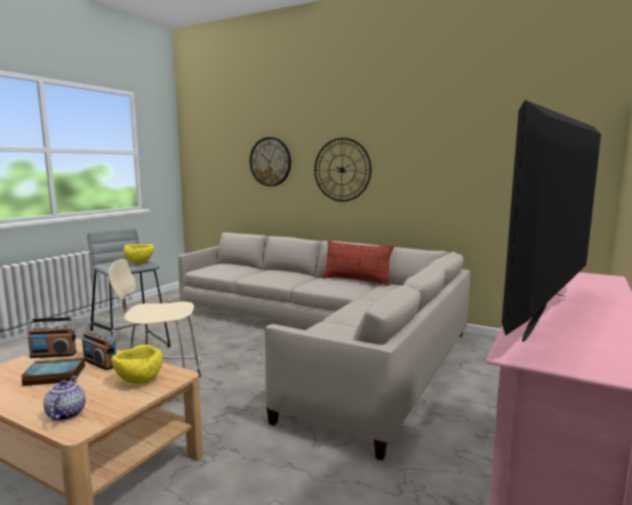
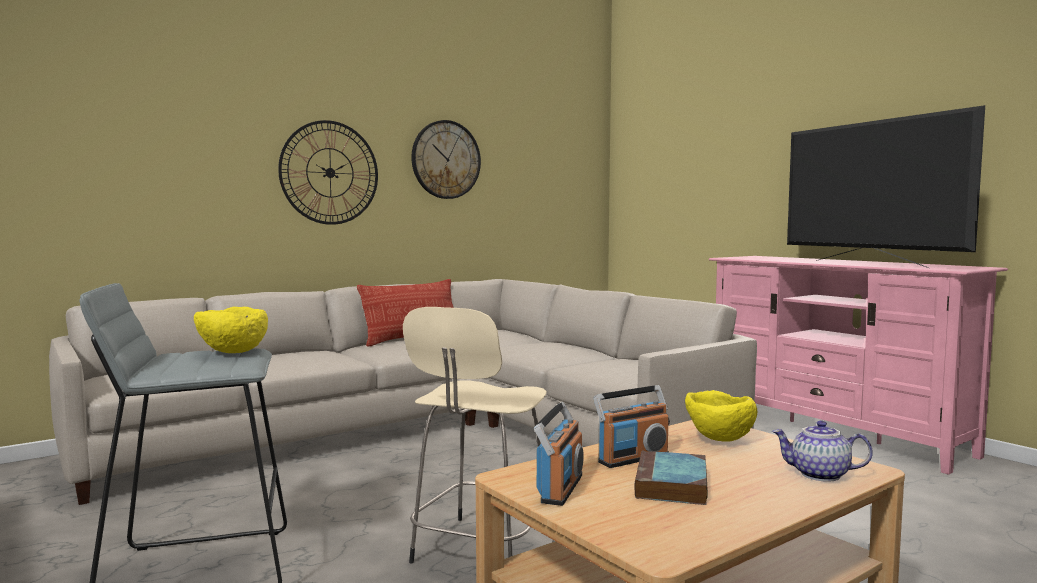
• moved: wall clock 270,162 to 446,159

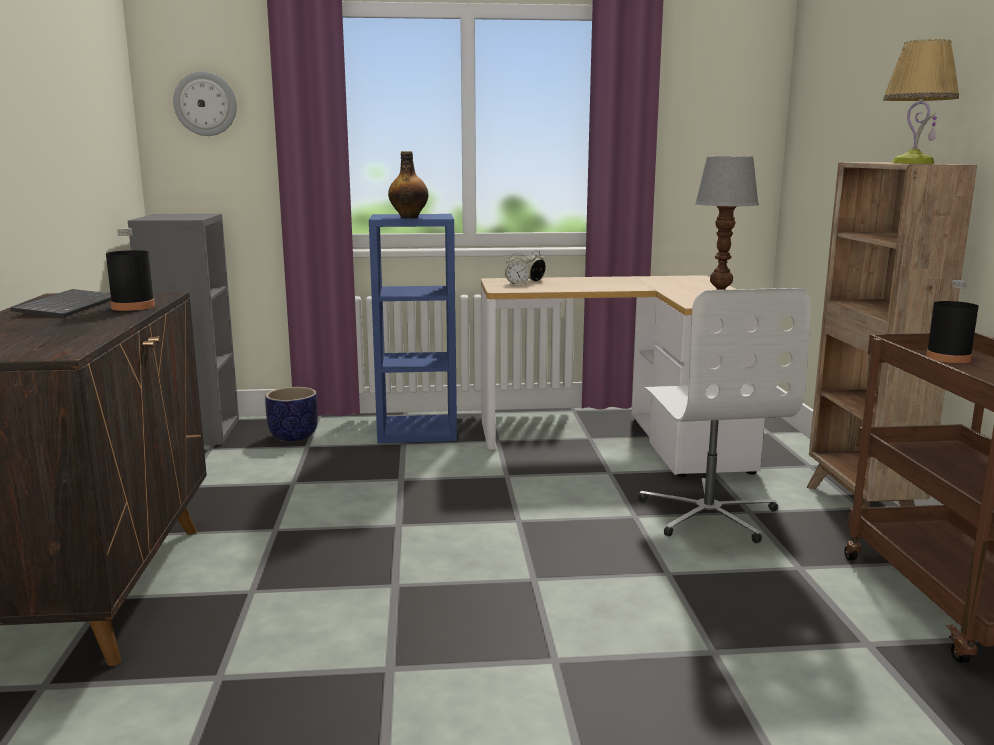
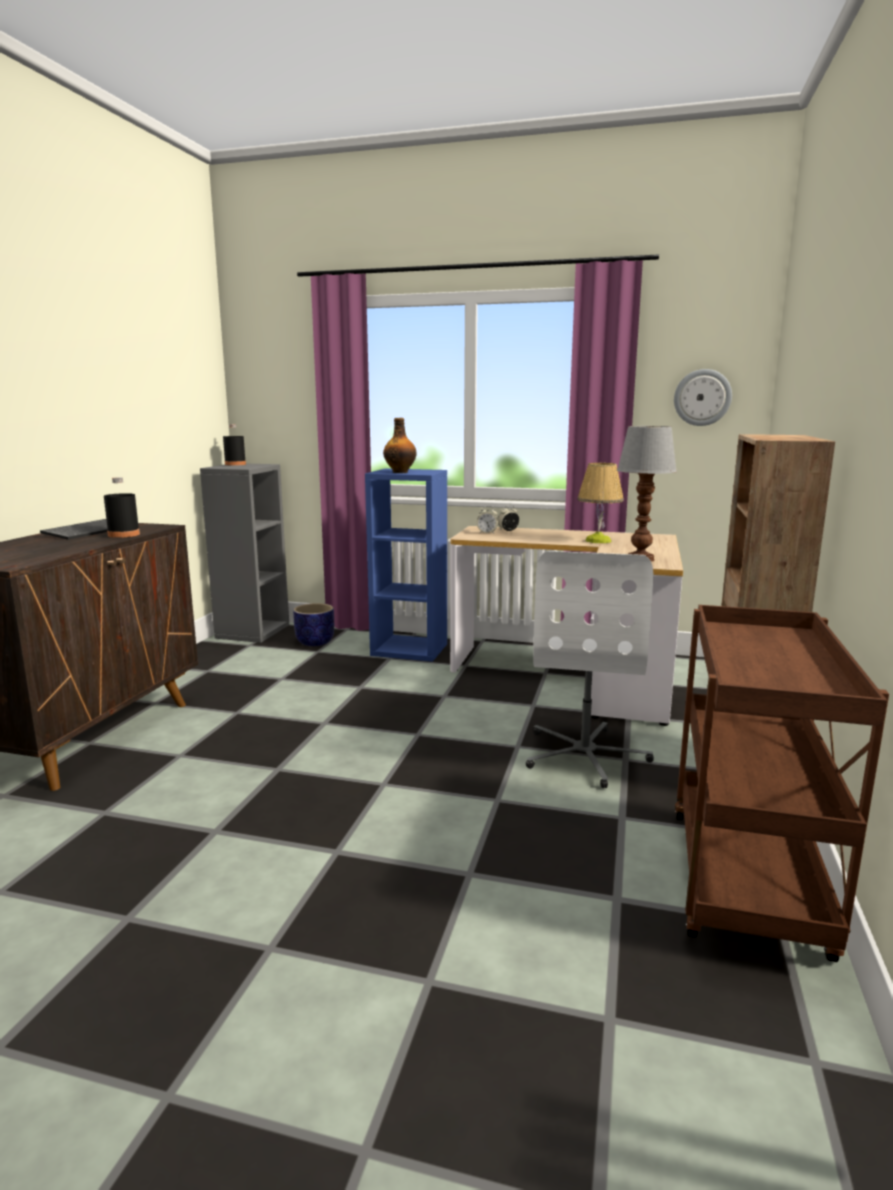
• moved: wall clock 205,104 to 702,397
• moved: table lamp 912,163 to 598,540
• moved: black bottle 948,358 to 235,464

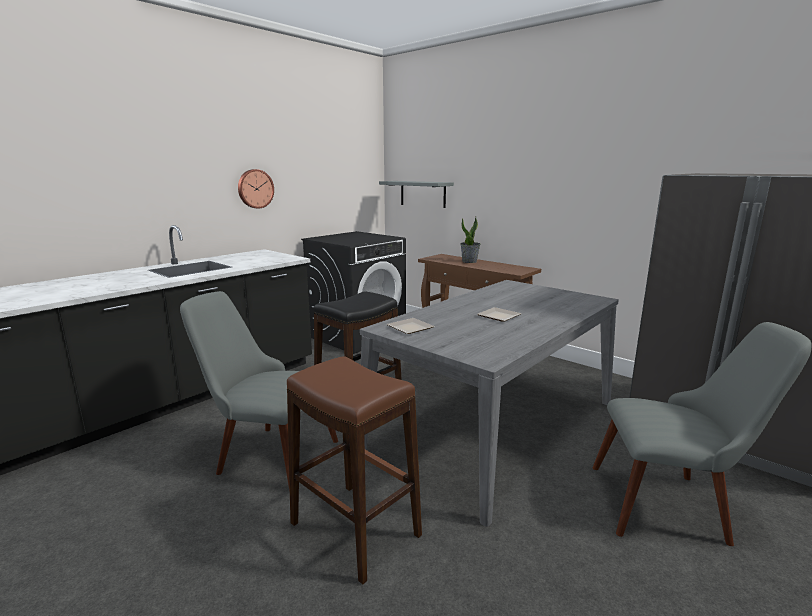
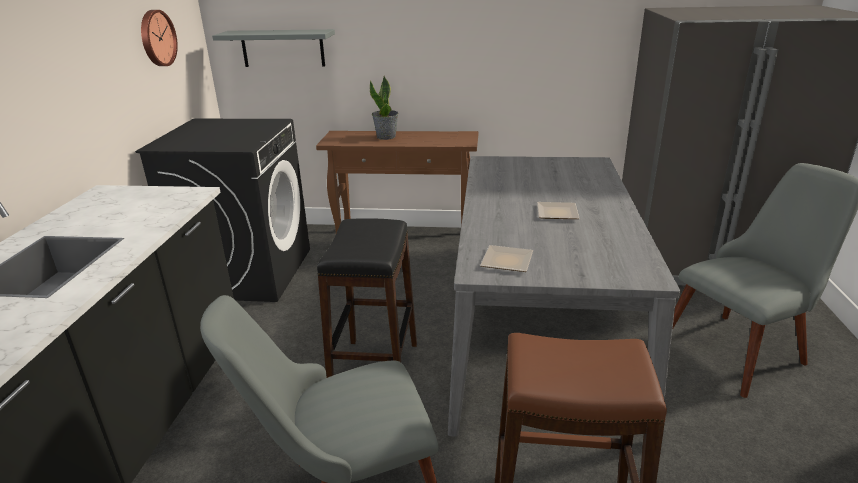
• moved: wall clock 255,188 to 156,38

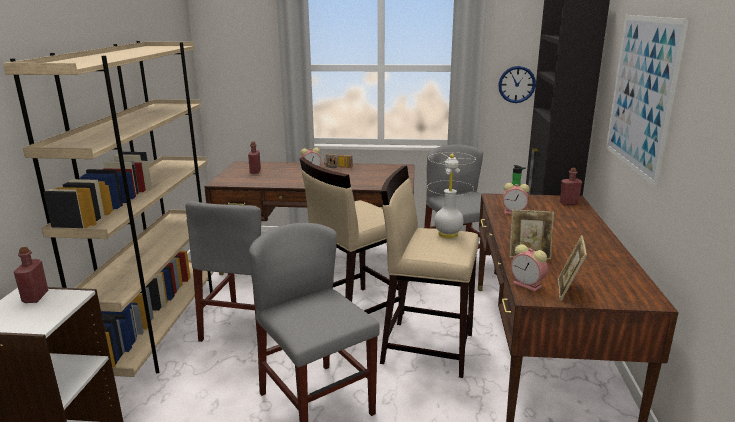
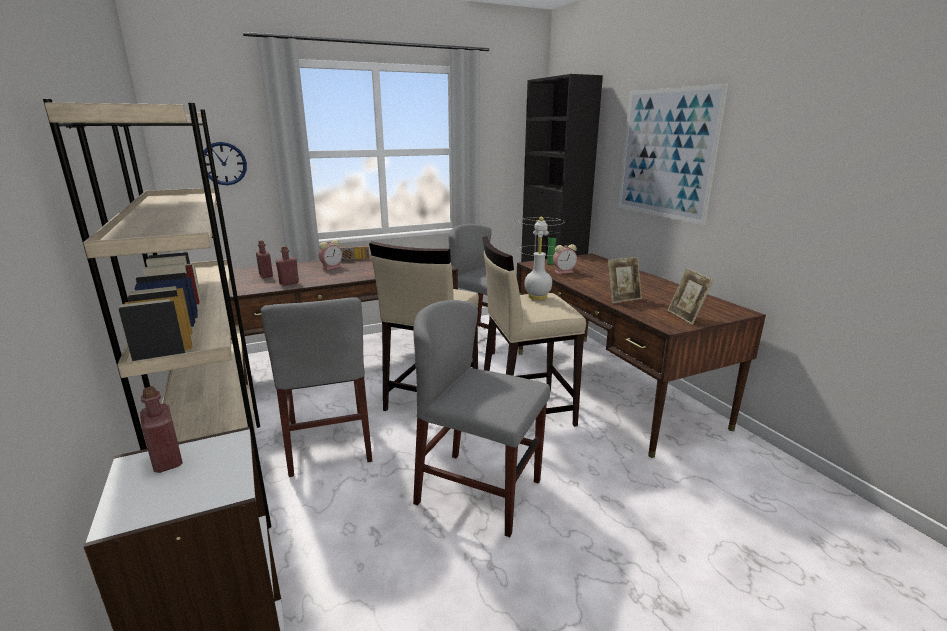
• moved: wall clock 516,84 to 224,163
• removed: alarm clock 528,285
• moved: red bottle 569,203 to 289,283

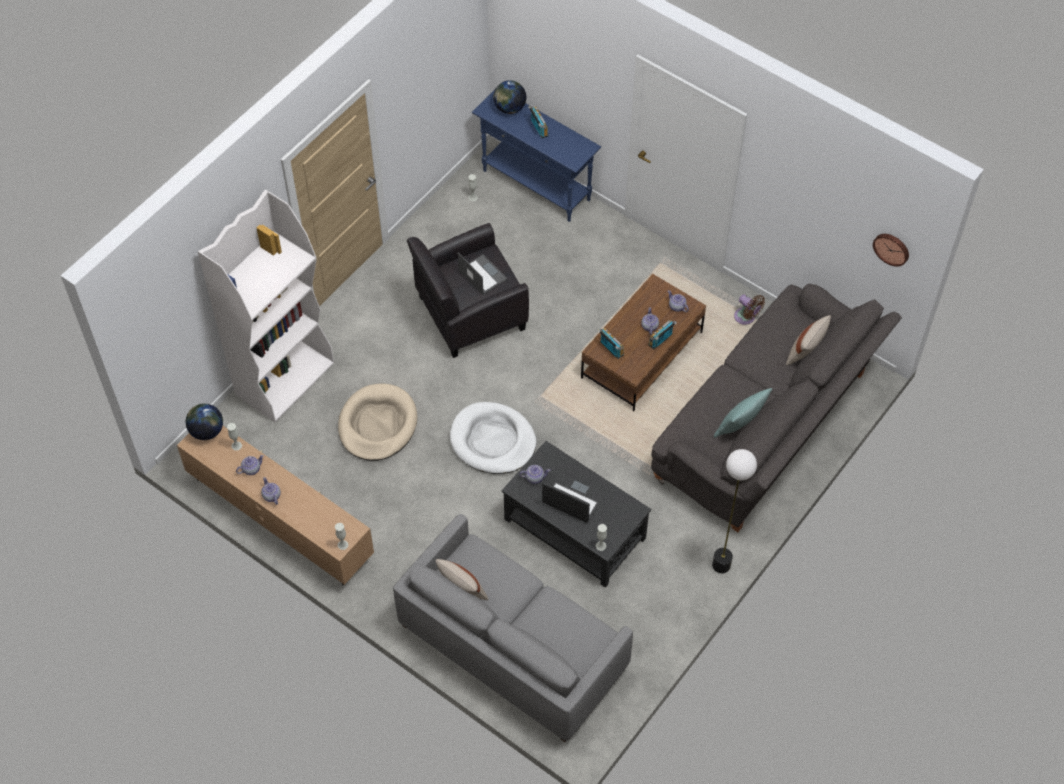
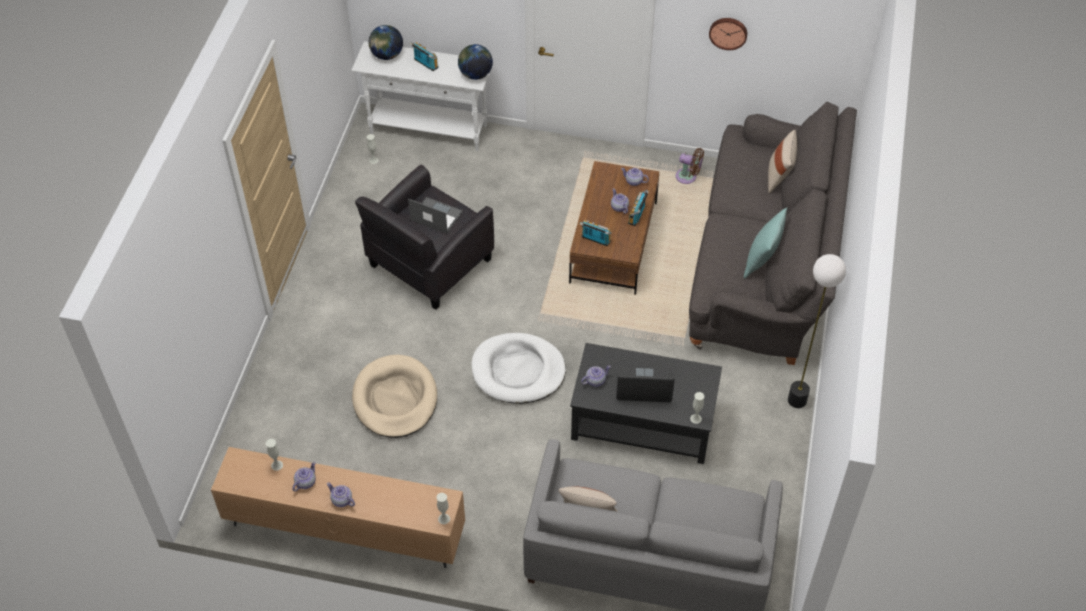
• moved: globe 207,431 to 475,74
• removed: white bookcase 285,378
• recoloured: blue console table 536,185 to white console table 429,130
• moved: wall clock 892,248 to 728,32

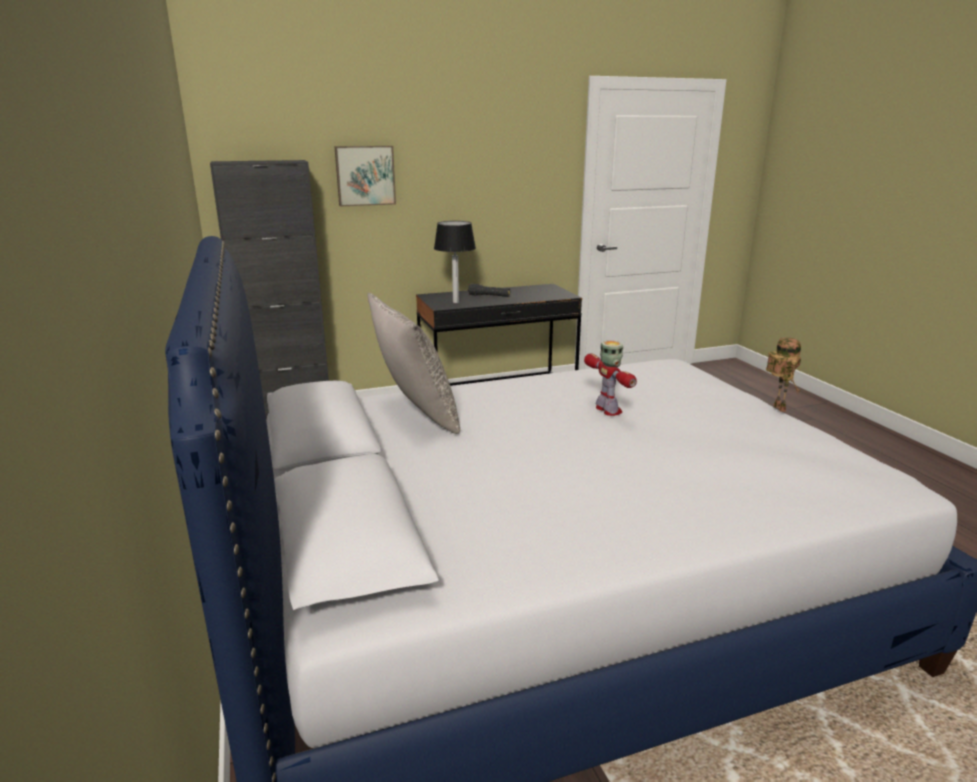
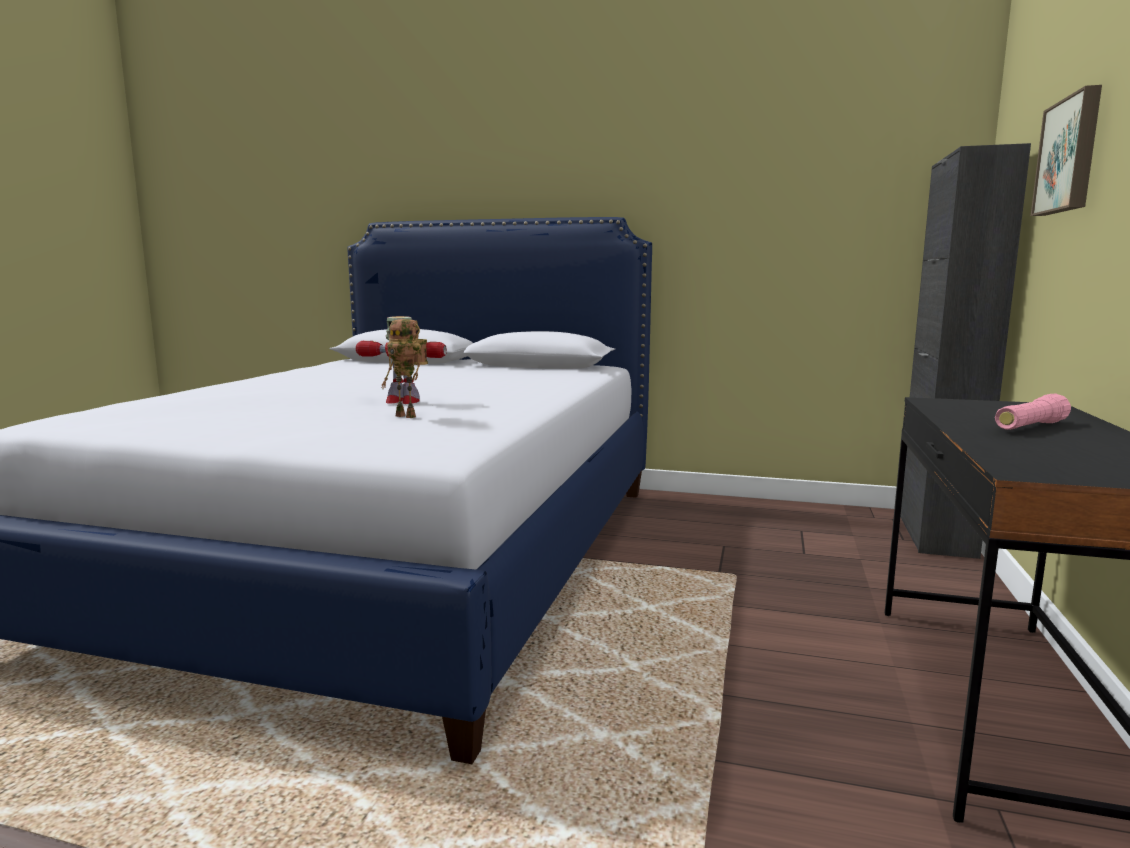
• removed: grey pillow 415,413
• removed: table lamp 456,302
• recoloured: black flashlight 489,296 to pink flashlight 1030,427
• moved: toy robot 777,408 to 408,416

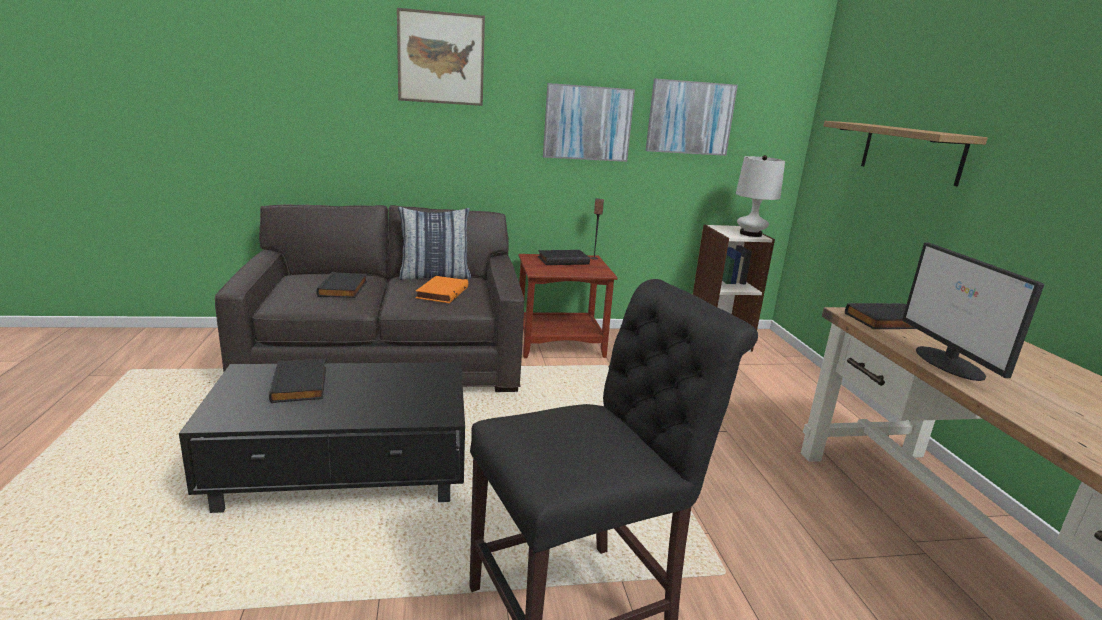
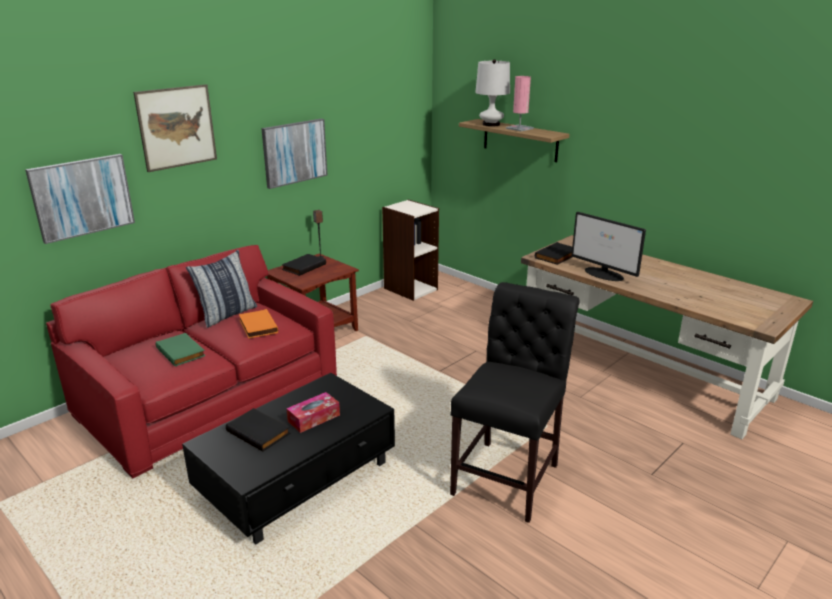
• recoloured: grey sofa 387,359 to red sofa 208,397
• recoloured: black book 344,289 to green book 182,352
• moved: picture 690,117 to 82,197
• moved: white table lamp 750,234 to 491,124
• added: tissue box 314,418
• added: pink table lamp 519,128

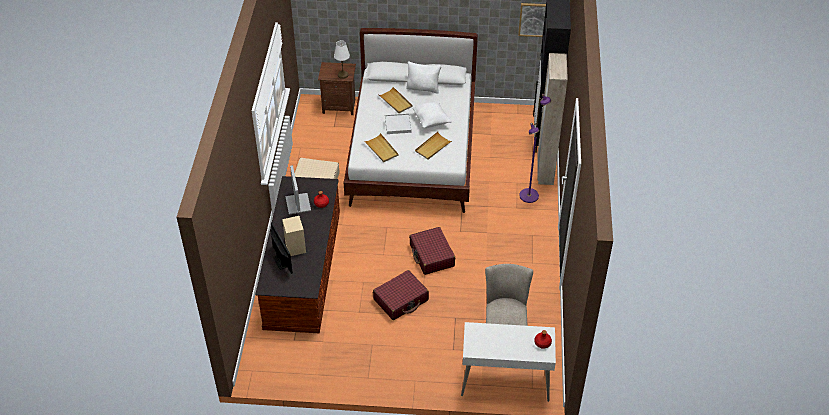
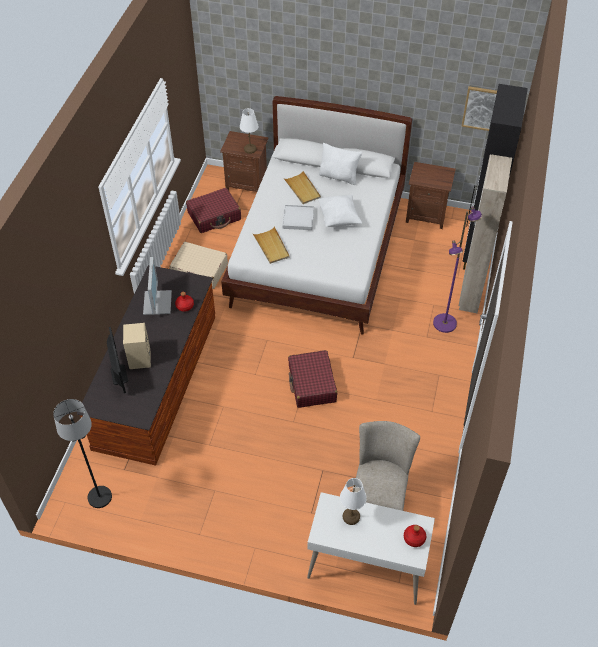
• moved: red suitcase 401,300 to 214,216
• removed: beige tray 433,147
• added: black floor lamp 99,497
• added: white table lamp 351,516
• added: brown nightstand 426,215

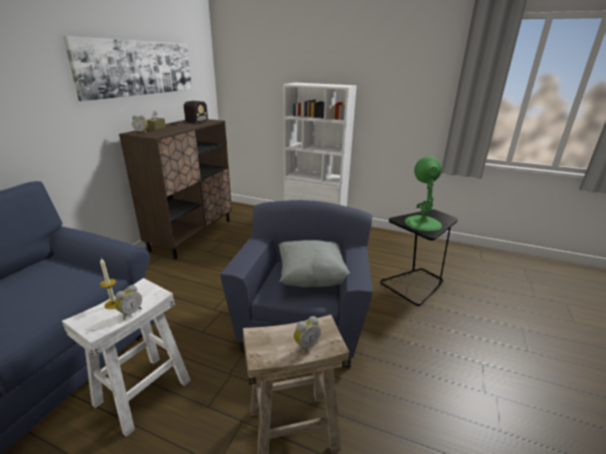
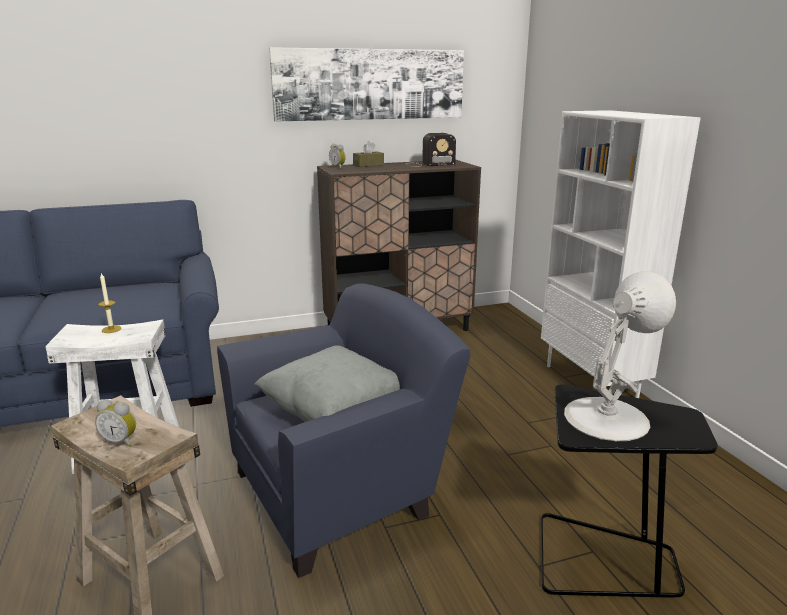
• removed: alarm clock 130,313
• recoloured: green table lamp 422,223 to white table lamp 607,417

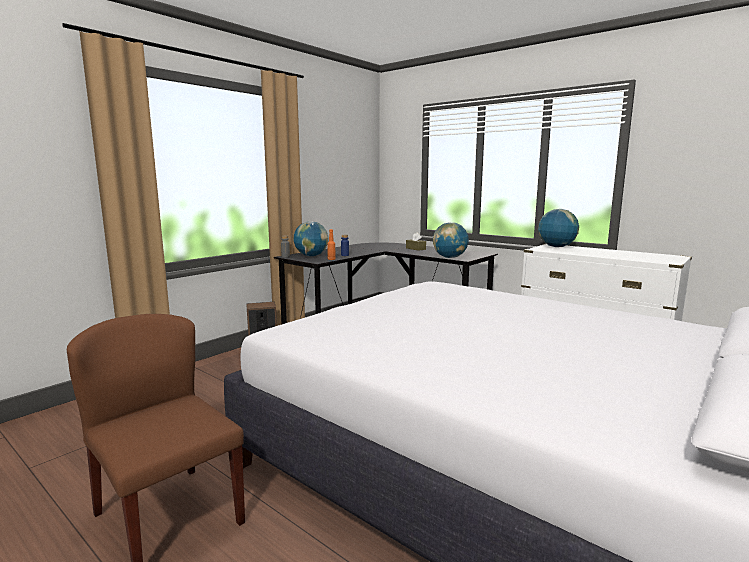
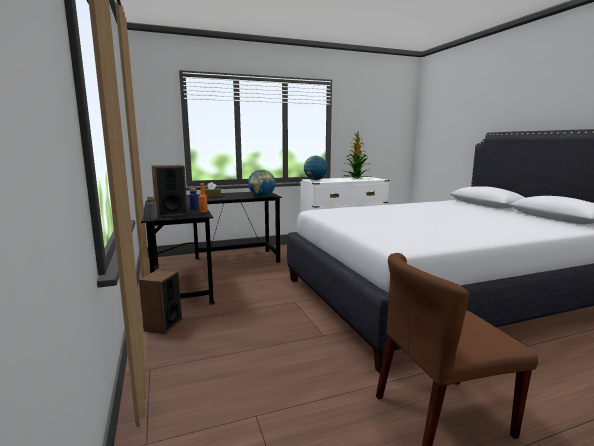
• replaced: globe 311,256 to speaker 171,213
• added: potted plant 355,179

